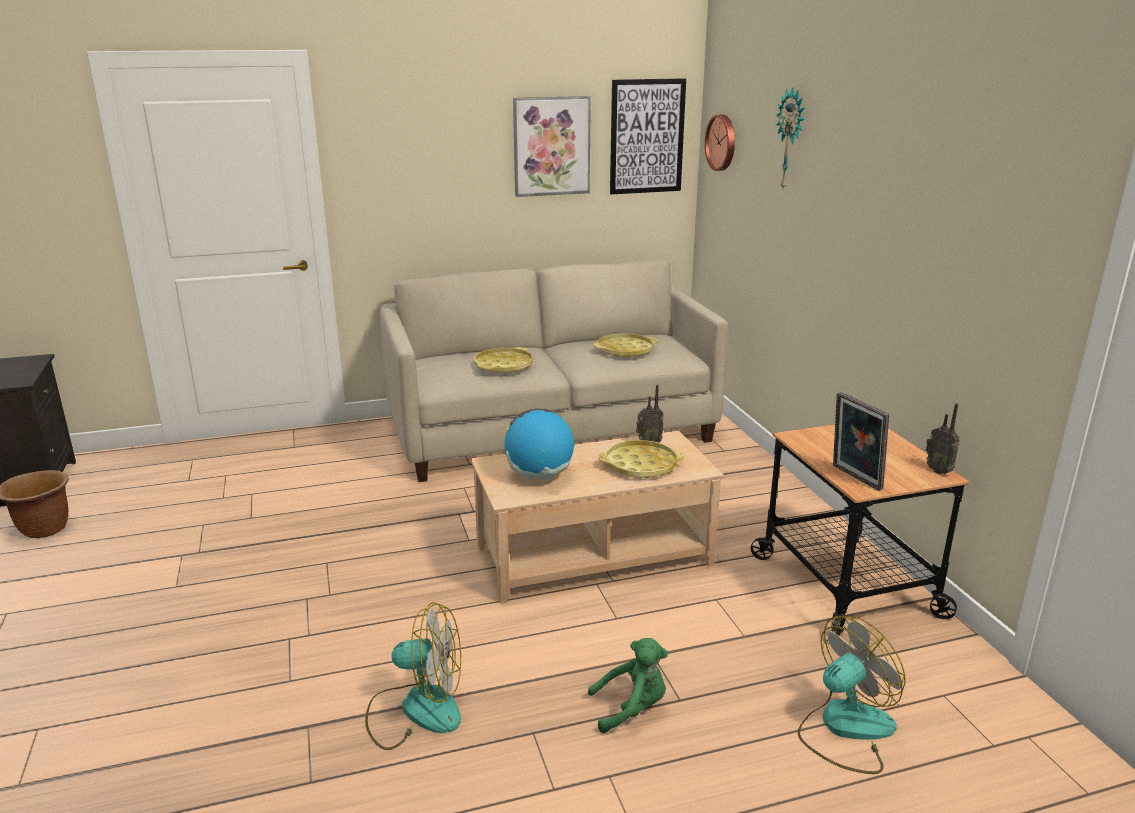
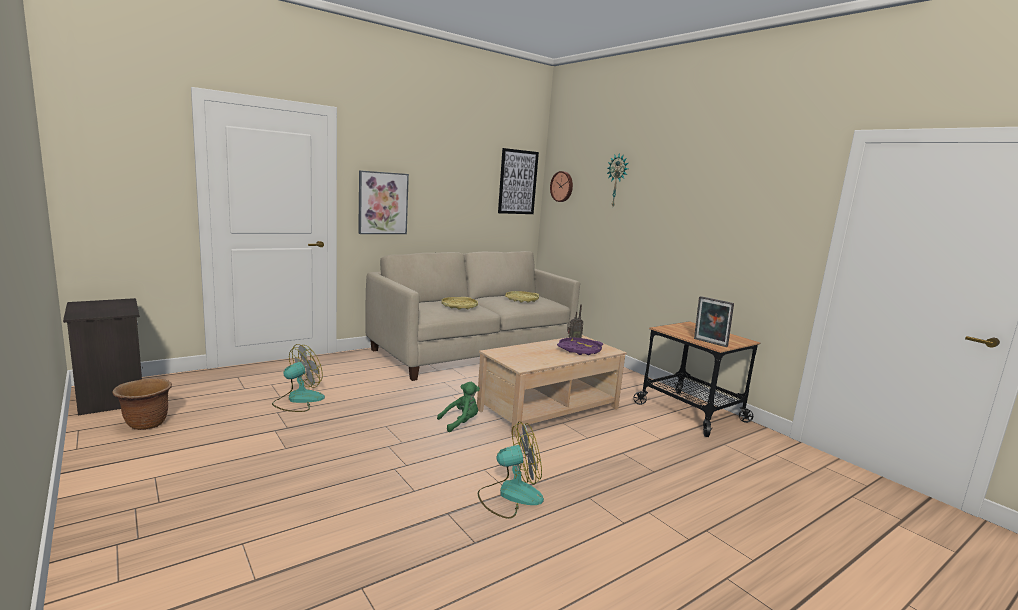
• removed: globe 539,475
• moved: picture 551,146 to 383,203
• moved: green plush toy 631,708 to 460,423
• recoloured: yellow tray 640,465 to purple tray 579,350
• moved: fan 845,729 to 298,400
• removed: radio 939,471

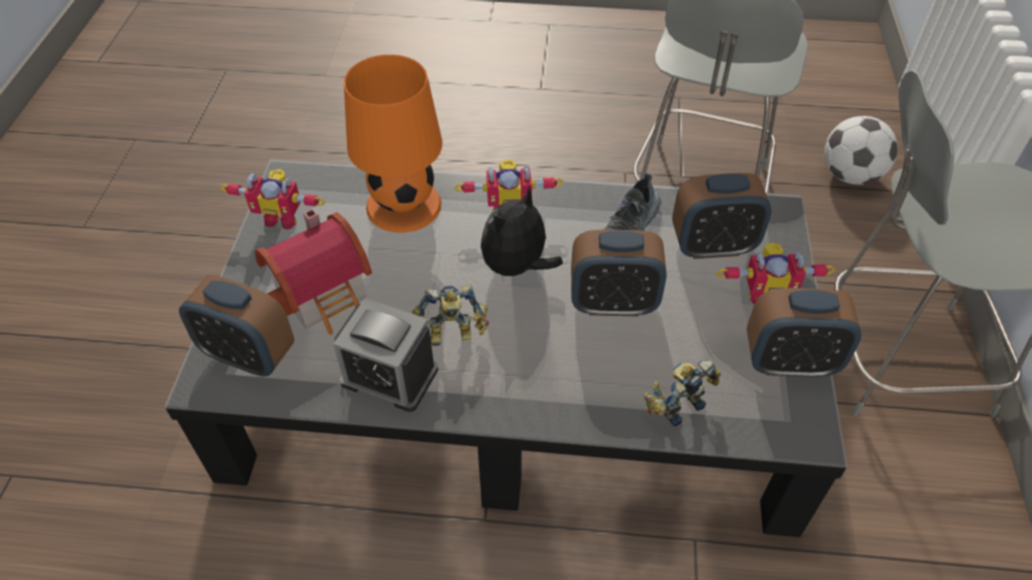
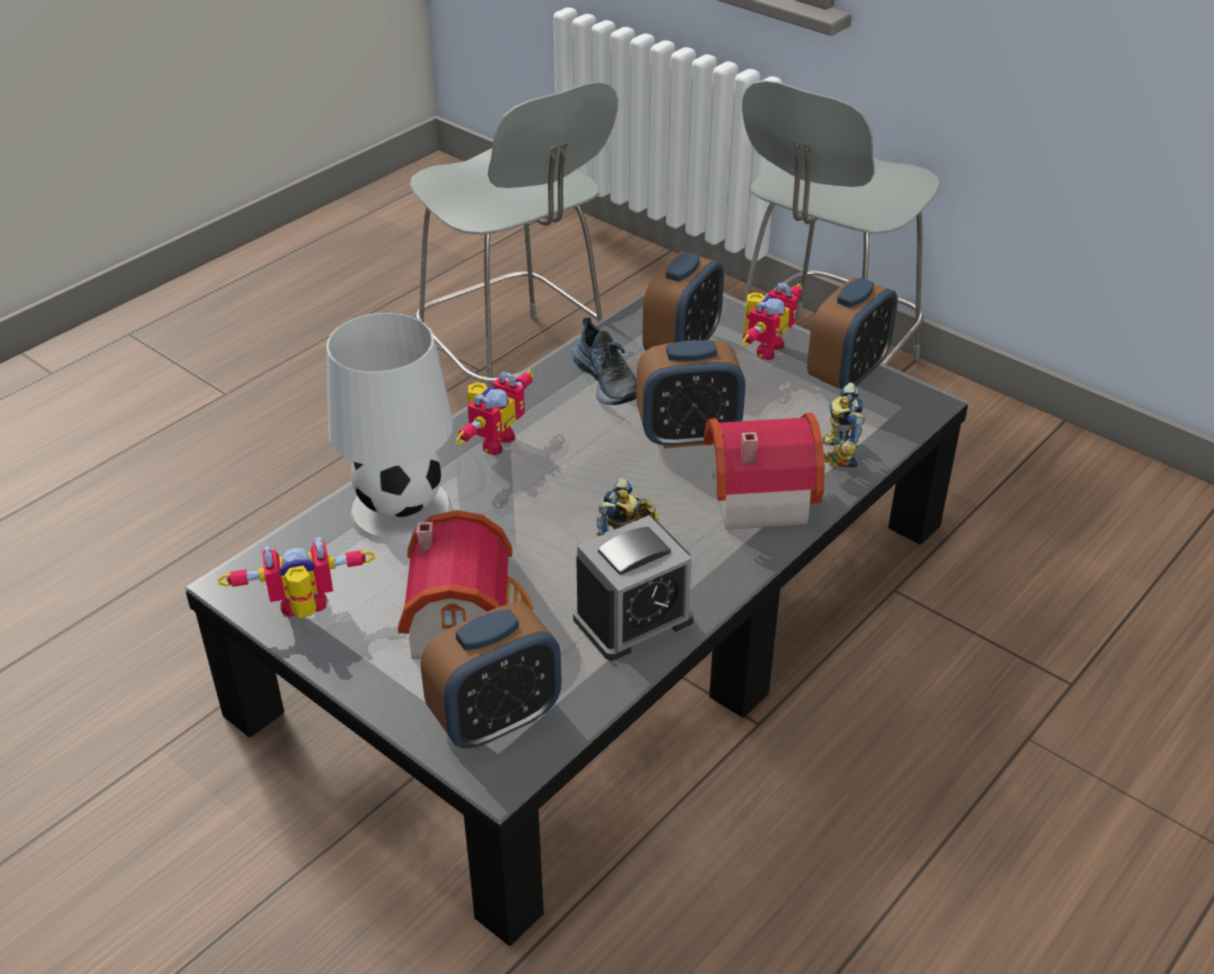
• turned: toy robot 282,217 = 305,612 150 degrees counterclockwise
• recoloured: orange table lamp 403,206 to white table lamp 402,511
• removed: plush toy 517,268
• turned: alarm clock 613,303 = 688,435 45 degrees clockwise
• removed: football 850,175
• added: toy house 754,495

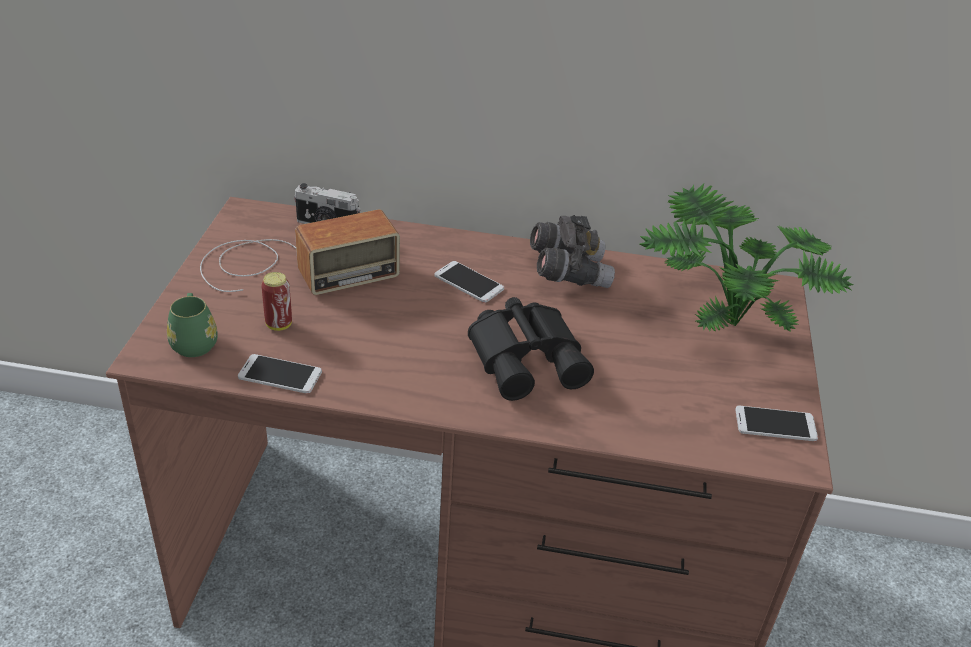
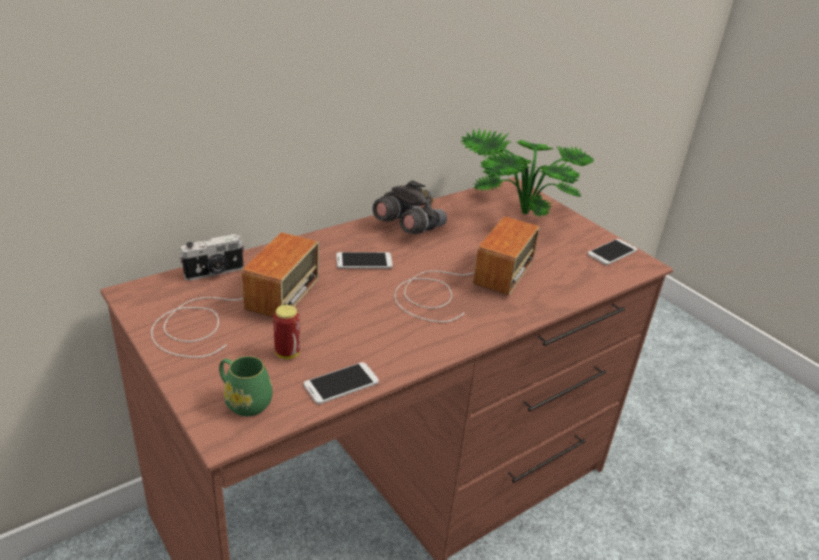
• replaced: black binoculars 528,357 to radio 462,285

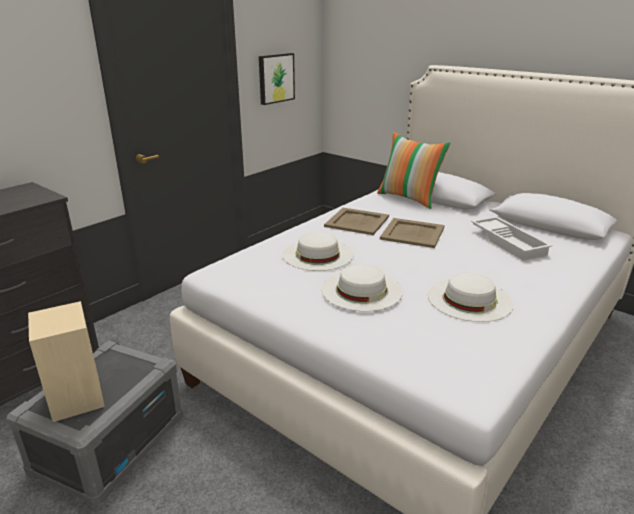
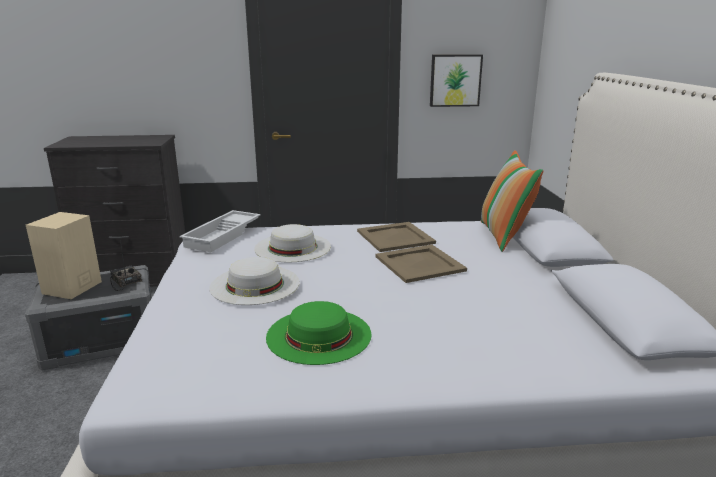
• recoloured: white hat 469,299 to green hat 319,335
• moved: white tray 509,242 to 223,236
• added: radio 124,282

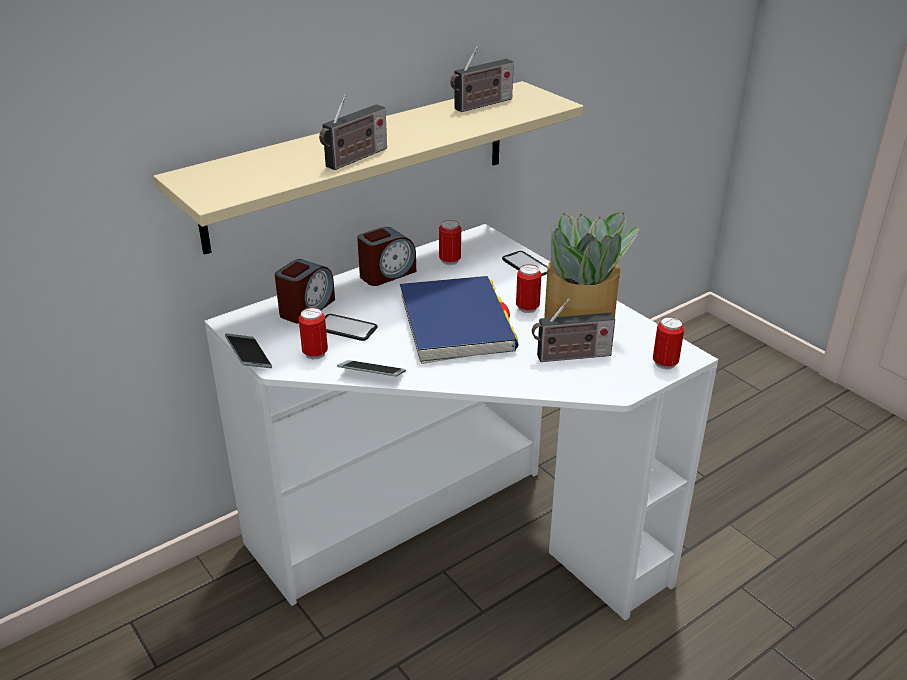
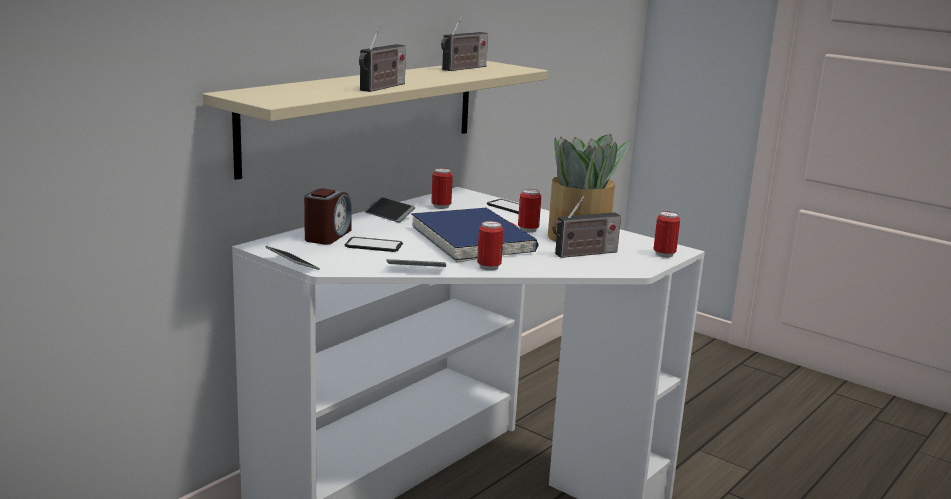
• moved: can 315,353 to 489,267
• replaced: alarm clock 387,274 to phone 389,215

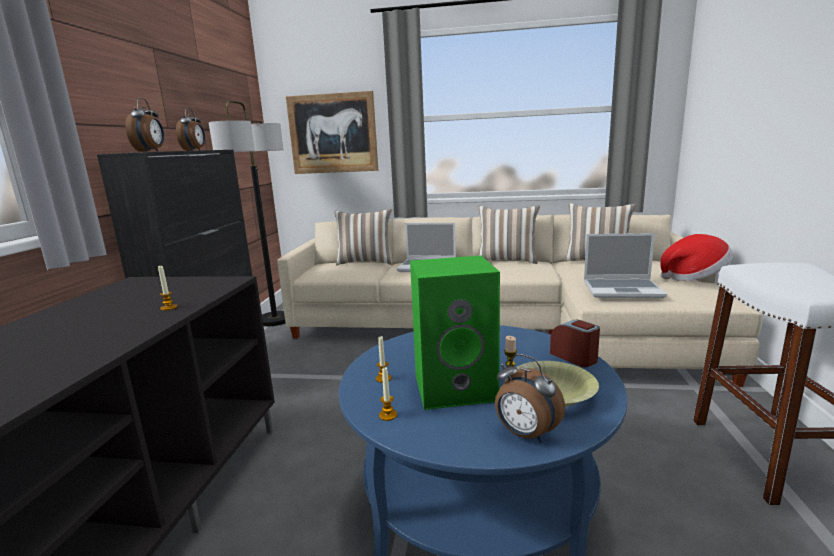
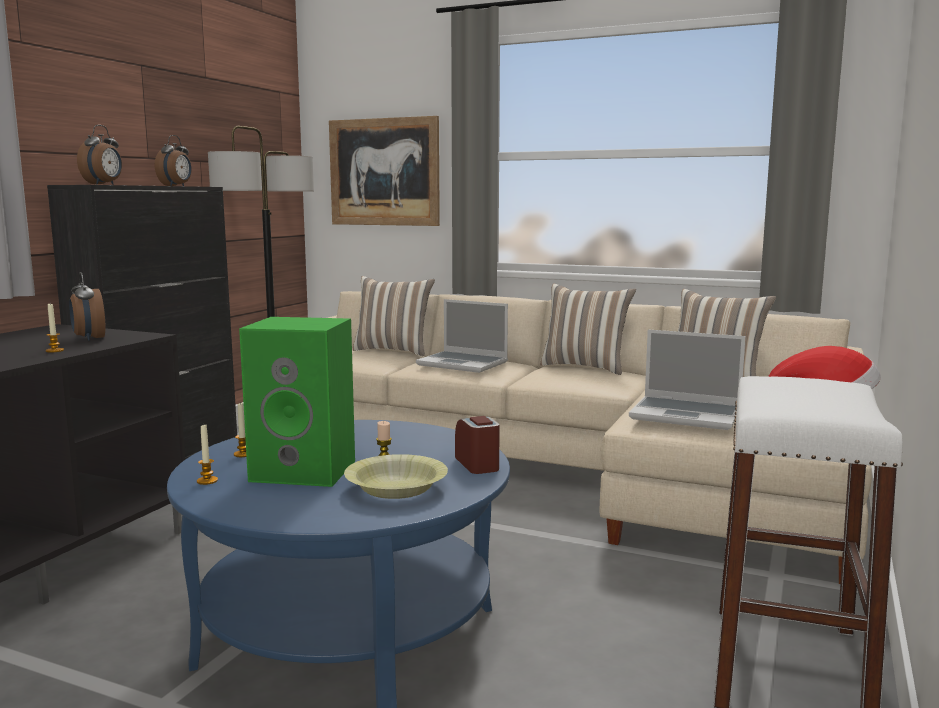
• moved: alarm clock 525,434 to 88,338

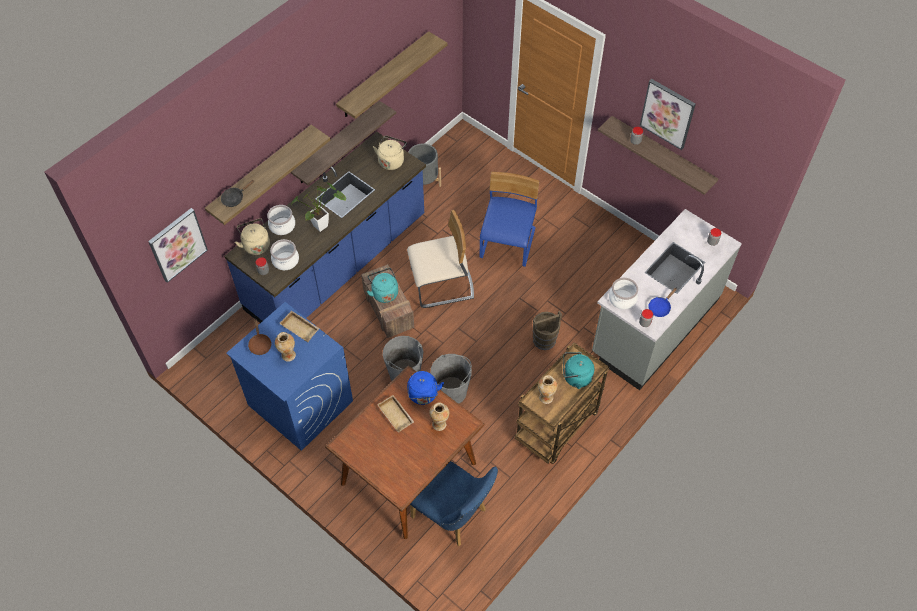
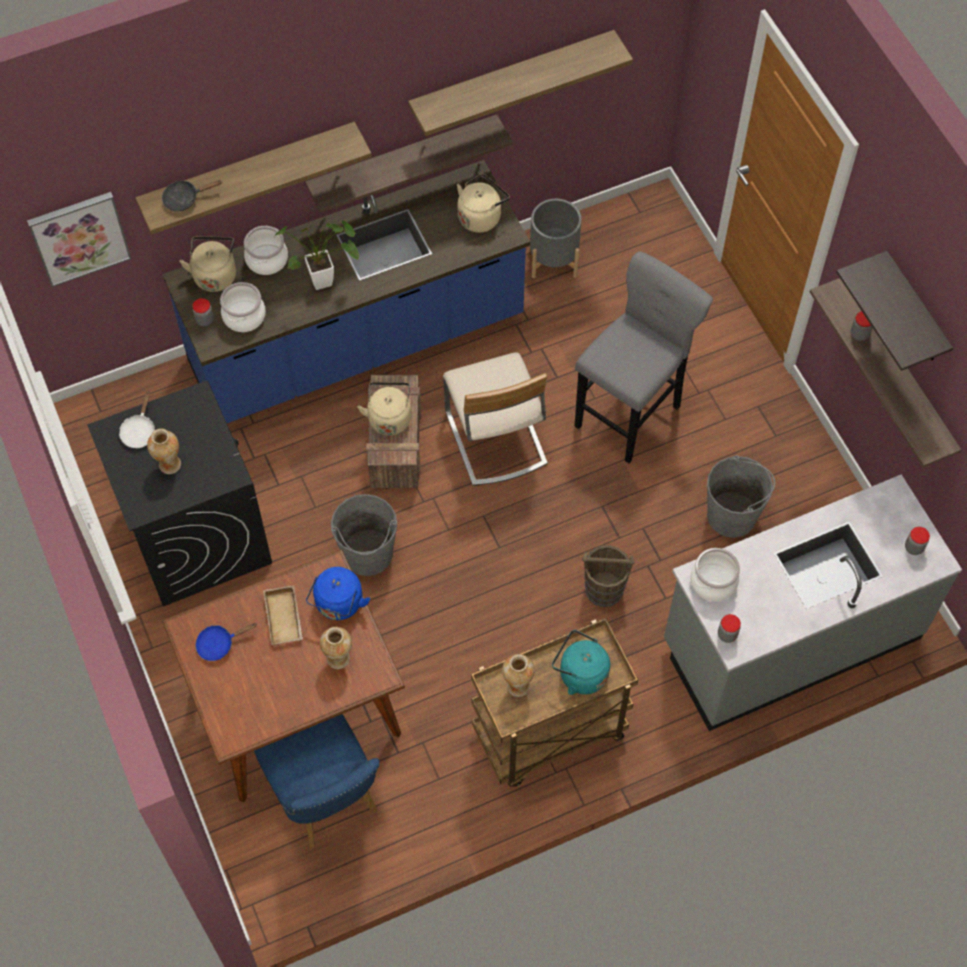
• recoloured: blue washing machine 299,403 to black washing machine 196,534
• recoloured: brown frying pan 260,344 to white frying pan 139,431
• removed: beige tray 301,328
• recoloured: turquoise kettle 384,292 to beige kettle 389,417
• turned: beige chair 442,285 = 494,438 60 degrees clockwise
• moved: grey bucket 451,391 to 732,515
• replaced: blue chair 508,244 to grey stool 631,412
• replaced: picture 667,113 to shelf 914,311
• moved: blue frying pan 660,307 to 219,644

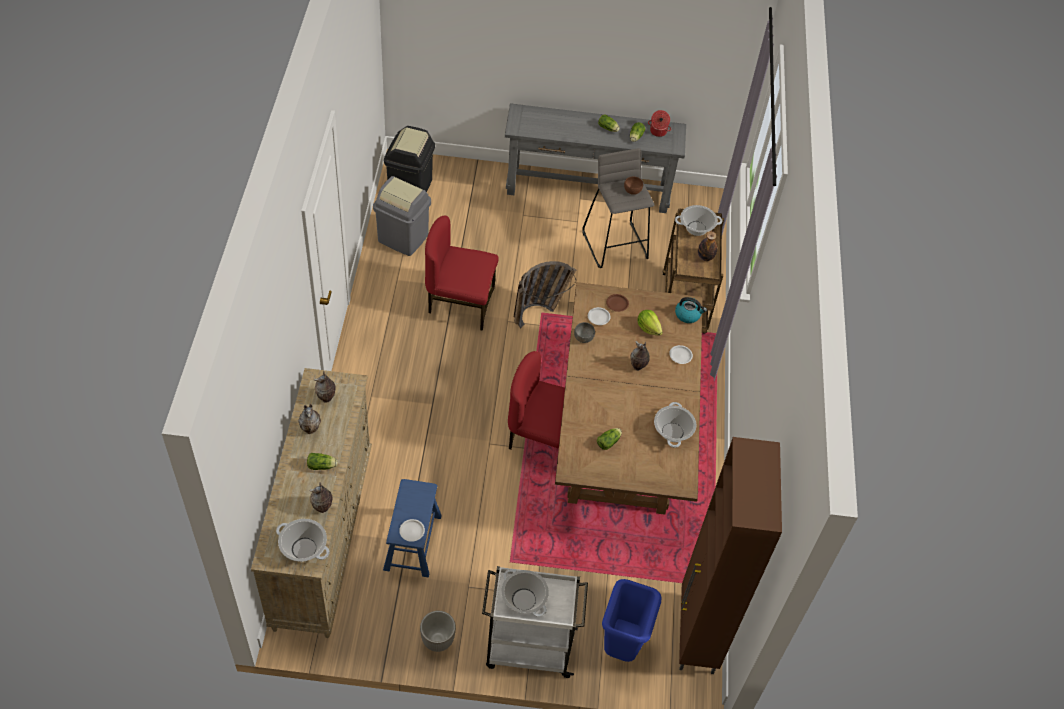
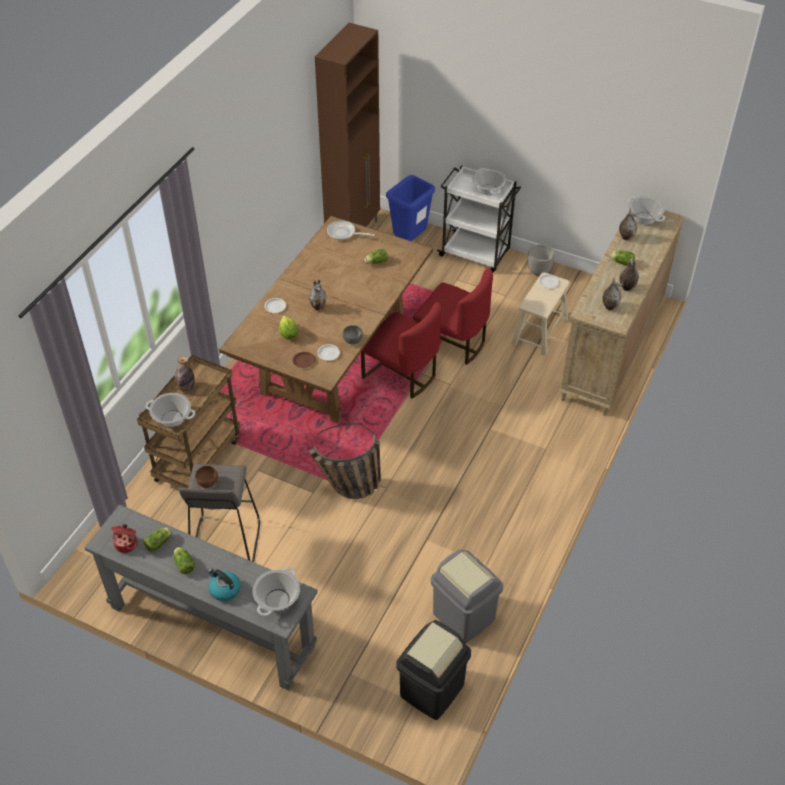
• recoloured: blue stool 412,542 to beige stool 540,331
• moved: red chair 460,303 to 452,343
• moved: cooking pot 672,432 to 277,599
• moved: kettle 688,315 to 224,589
• added: frying pan 344,233

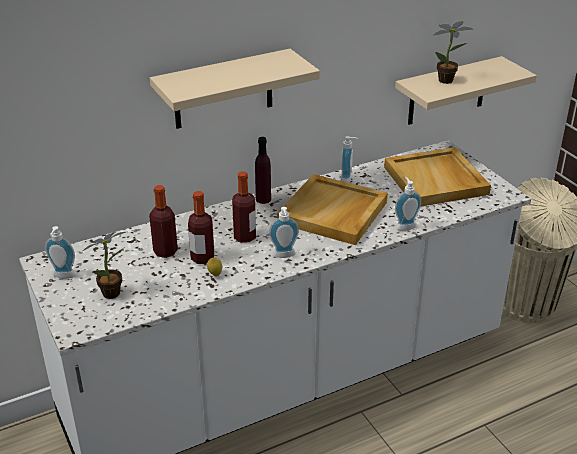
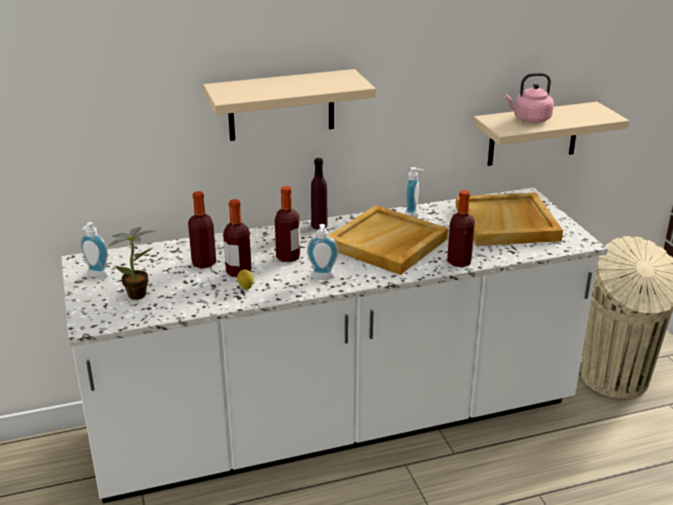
• replaced: soap dispenser 404,226 to bottle 459,262
• replaced: potted plant 448,81 to pink kettle 529,119

